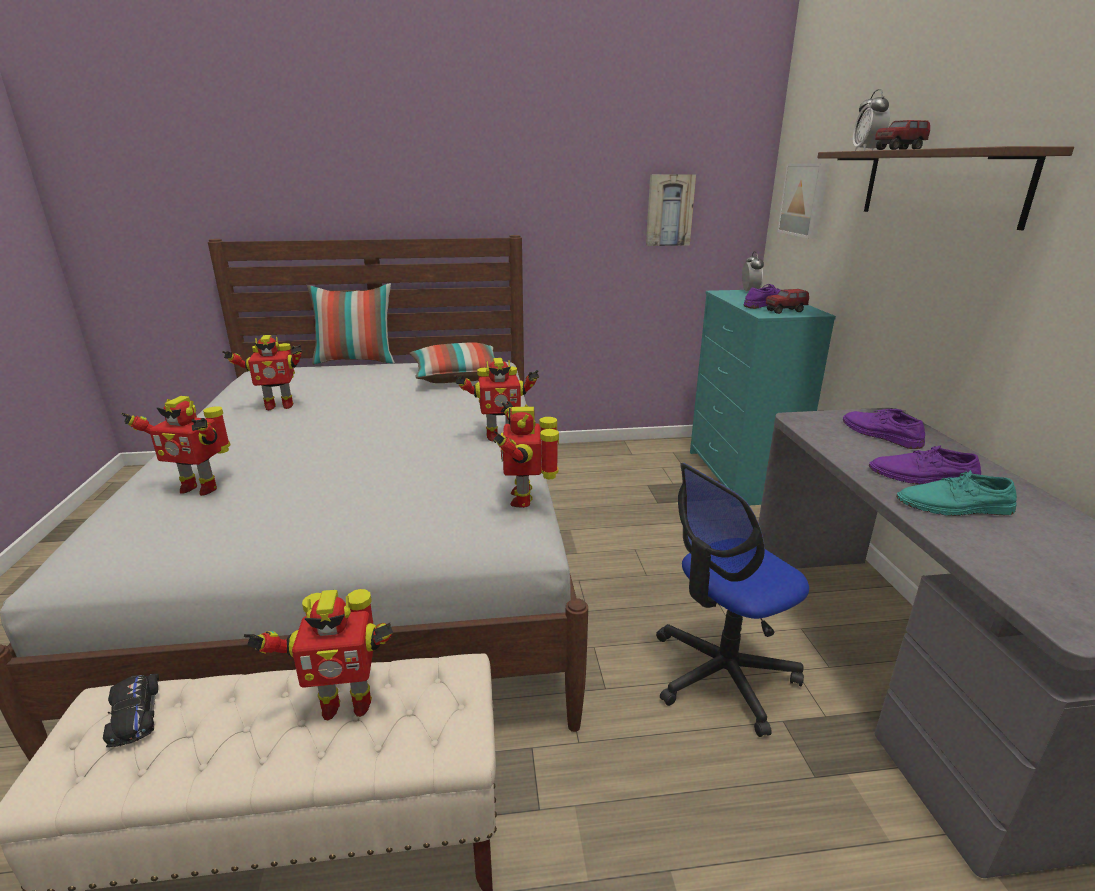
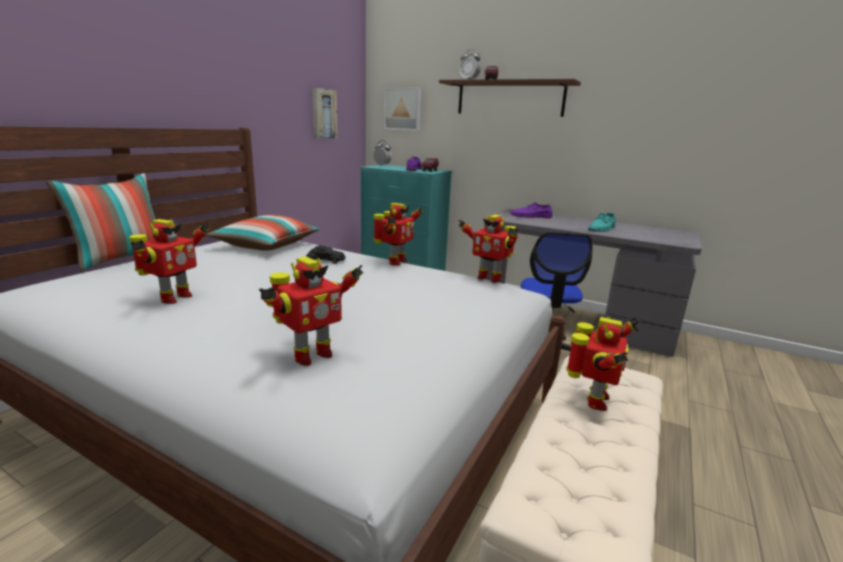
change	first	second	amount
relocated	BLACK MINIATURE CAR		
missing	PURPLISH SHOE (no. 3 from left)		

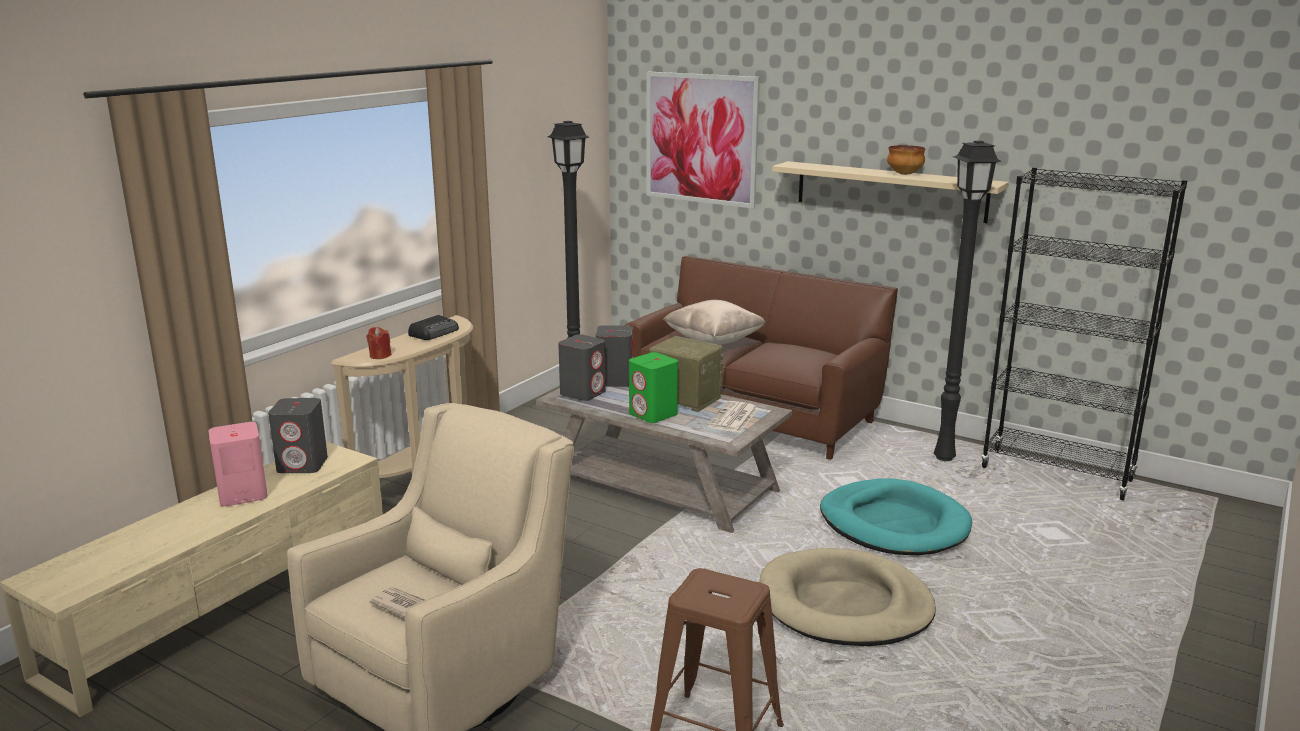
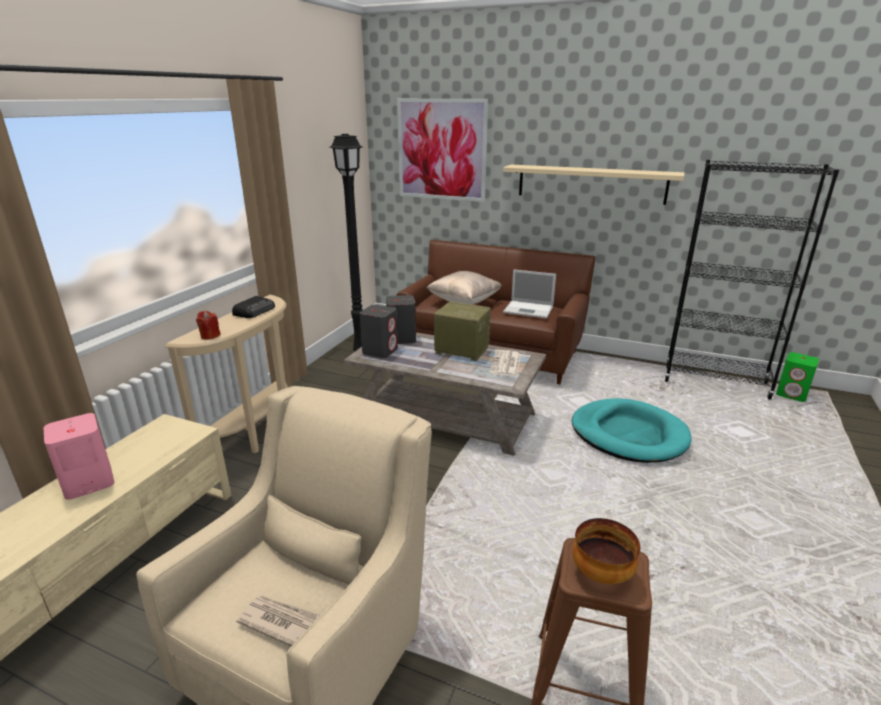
change	first	second	amount
appeared		LAPTOP	
relocated	BOWL		
relocated	GREENISH AUDIO SPEAKER		
missing	GRAY AUDIO SPEAKER (no. 1 from left)		
missing	BEIGE-COLOURED DOG CUSHION		
missing	BLACK STANDARD LAMP (no. 2 from left)		

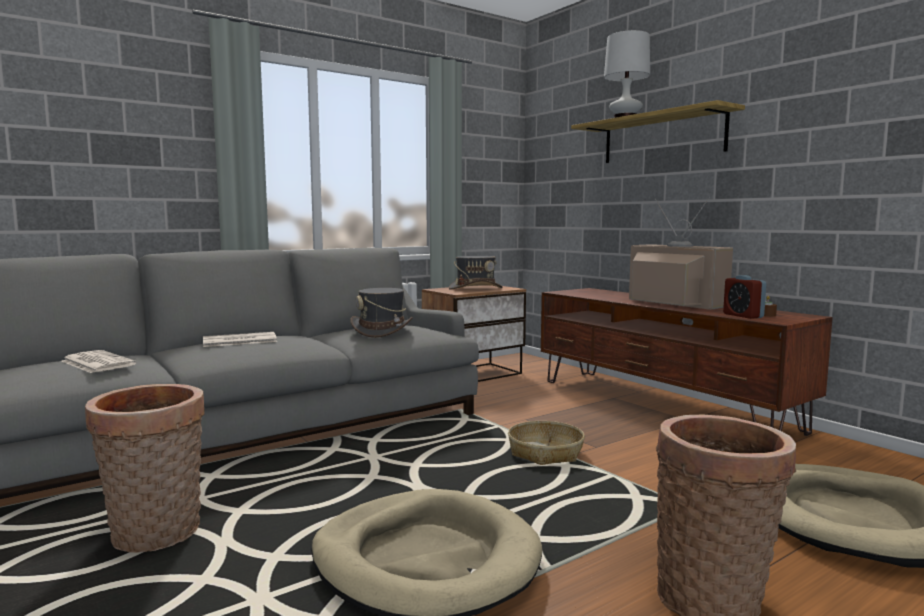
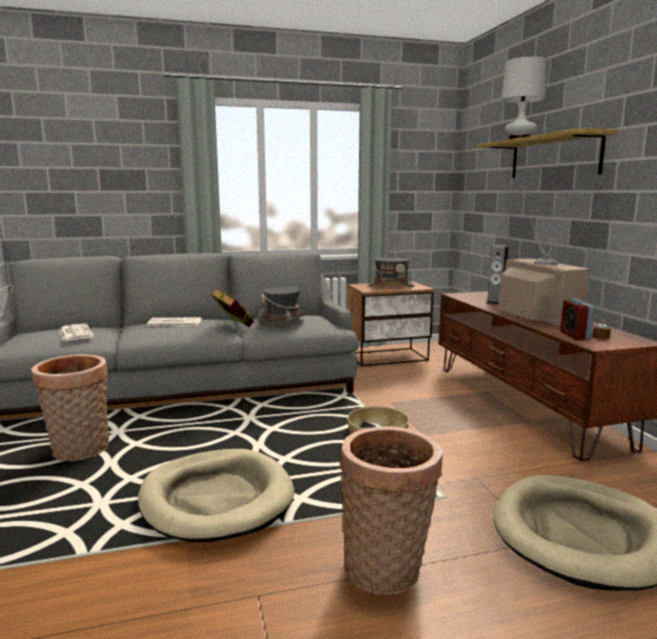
change	first	second	amount
appeared		BOOK	
appeared		AUDIO SPEAKER	

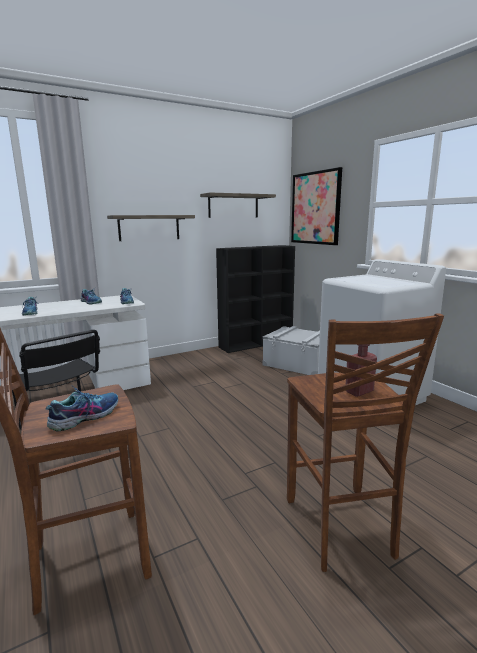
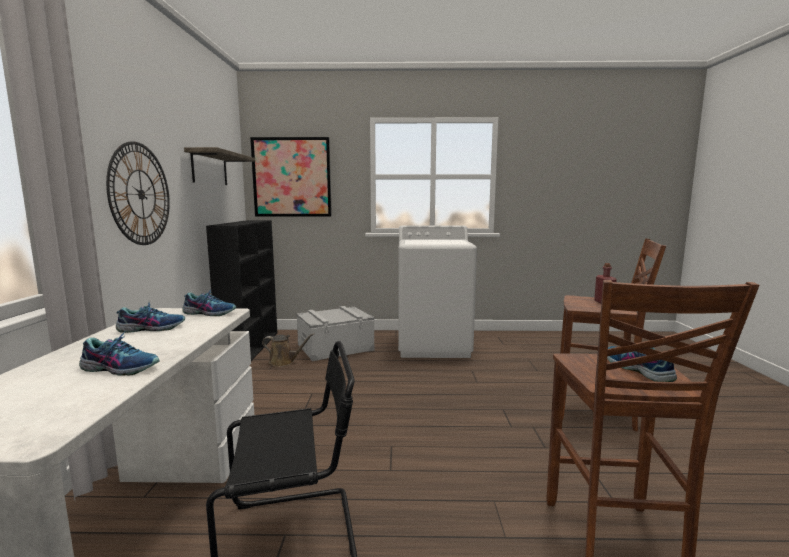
change	first	second	amount
exchanged	SHELF (no. 1 from left)	WALL CLOCK	
appeared		BROWNISH WATERING POT	

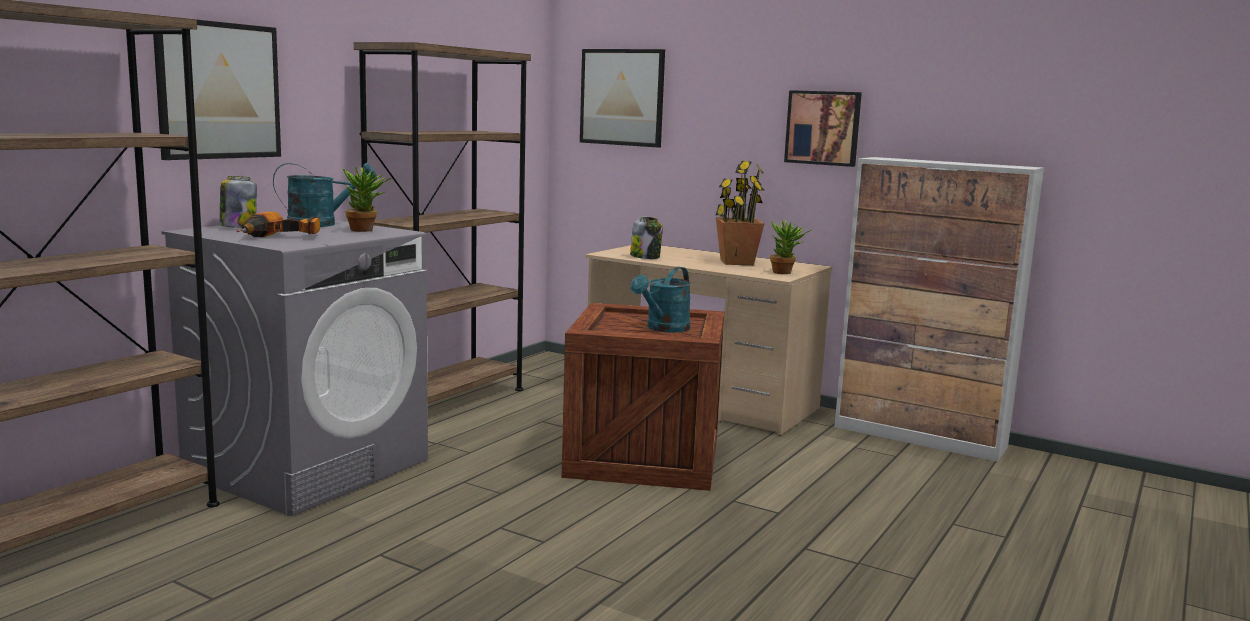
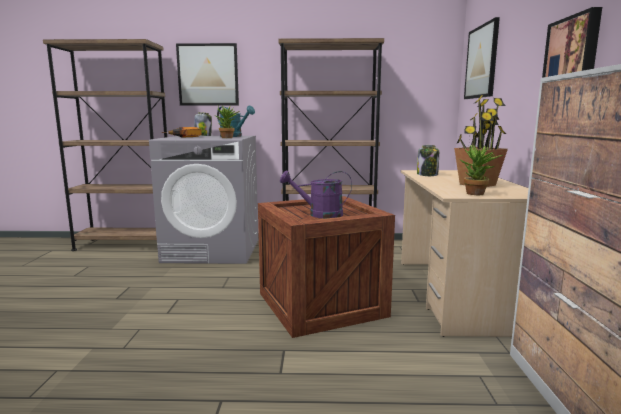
change	first	second	amount
colour	TURQUOISE WATERING POT (no. 2 from left)	PURPLISH WATERING POT	

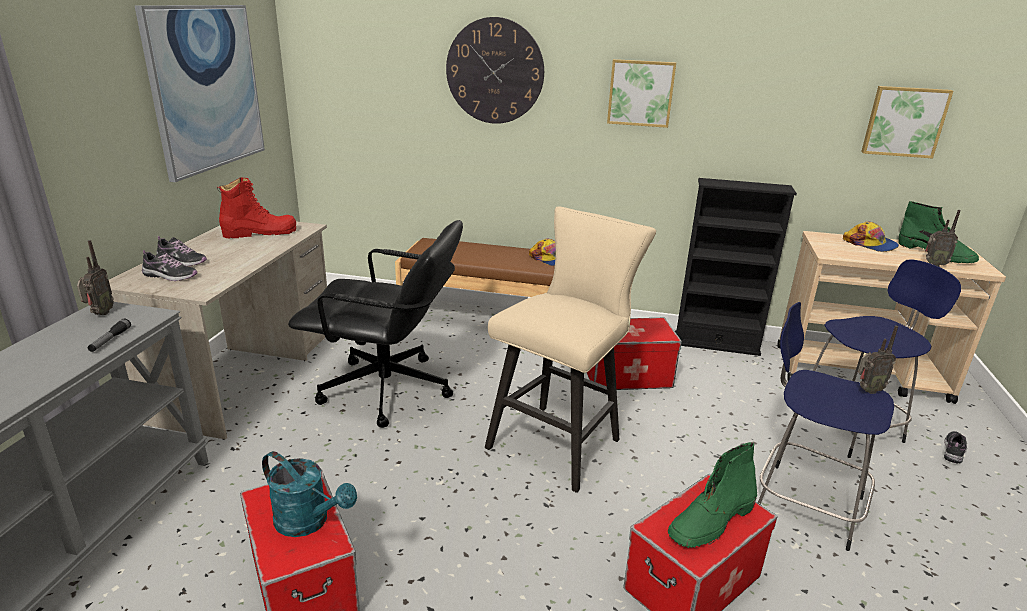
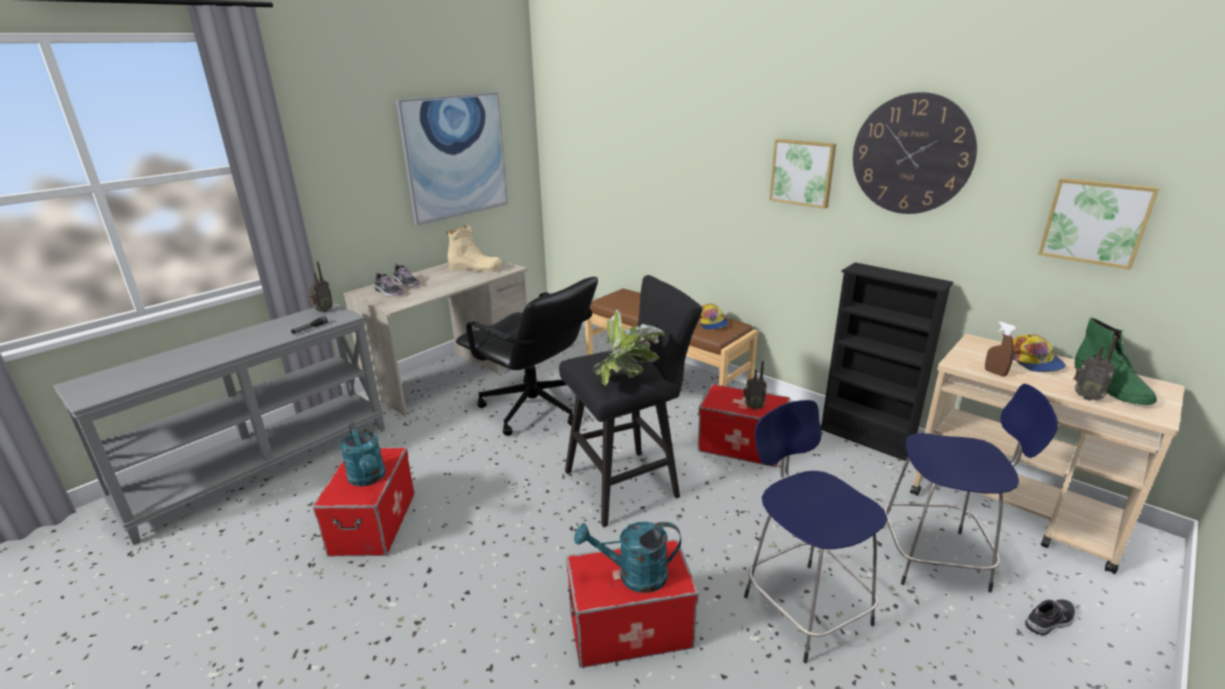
change	first	second	amount
colour	RED-COLOURED TALL BOOT	BEIGE-COLOURED TALL BOOT	
colour	BEIGE-COLOURED STOOL SEAT	BLACK STOOL SEAT	
exchanged	GREENISH TALL BOOT (no. 1 from left)	TURQUOISE WATERING POT (no. 2 from left)	
appeared		PLANT IN A POT	
relocated	RADIO (no. 2 from left)		
relocated	WALL CLOCK		
appeared		BROWNISH SPRAY BOTTLE	

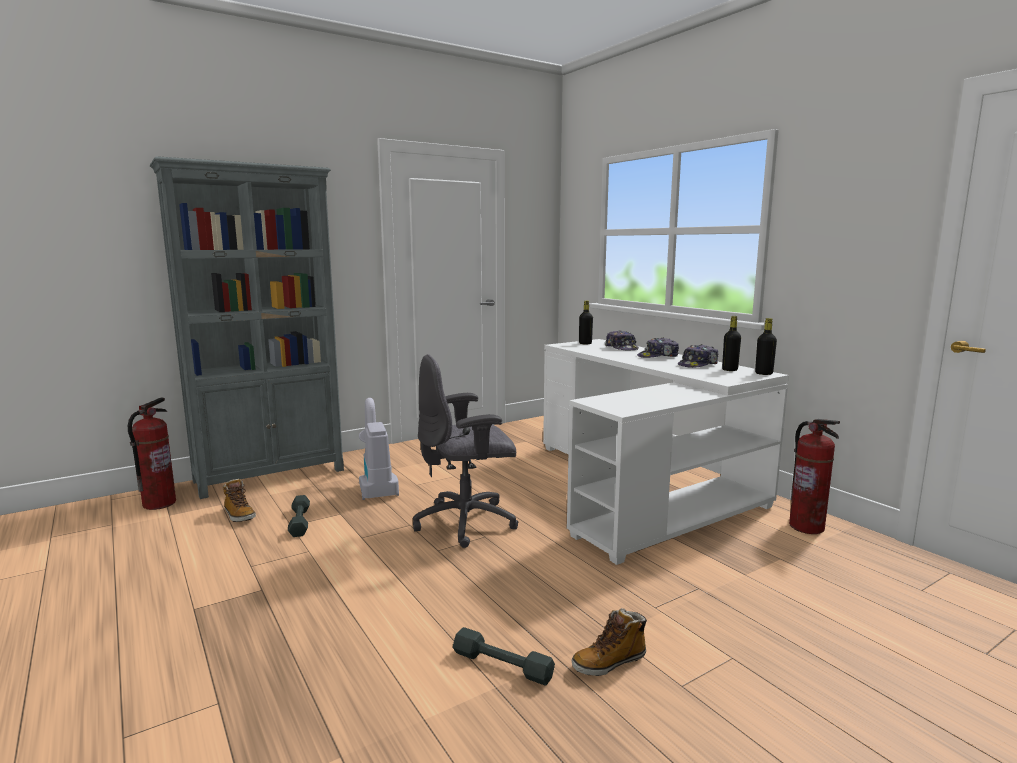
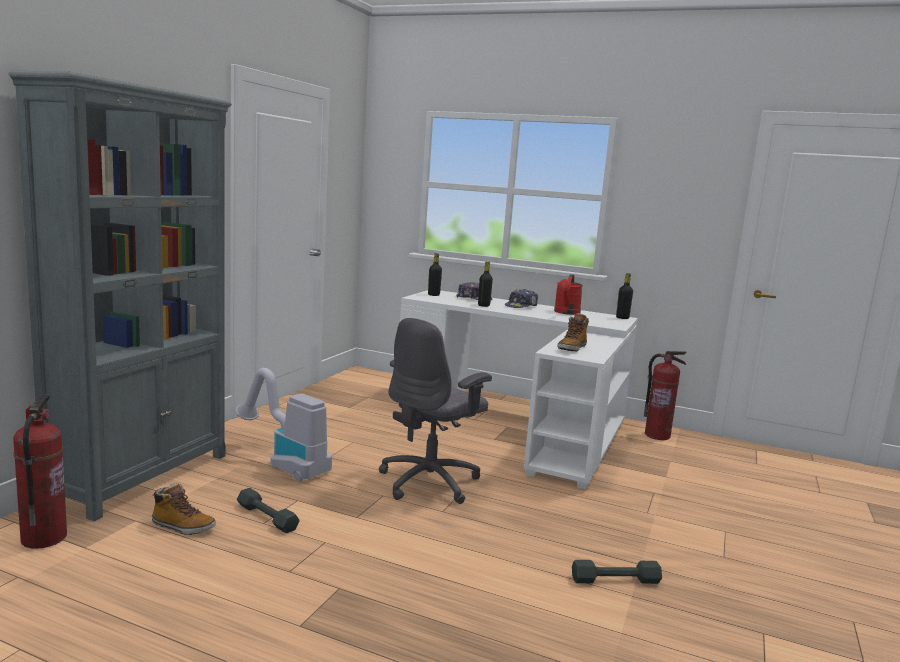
change	first	second	amount
relocated	BLACK BOTTLE (no. 2 from left)		
exchanged	BASEBALL CAP (no. 3 from left)	RED-COLOURED WATERING POT	
relocated	TALL BOOT (no. 2 from left)		

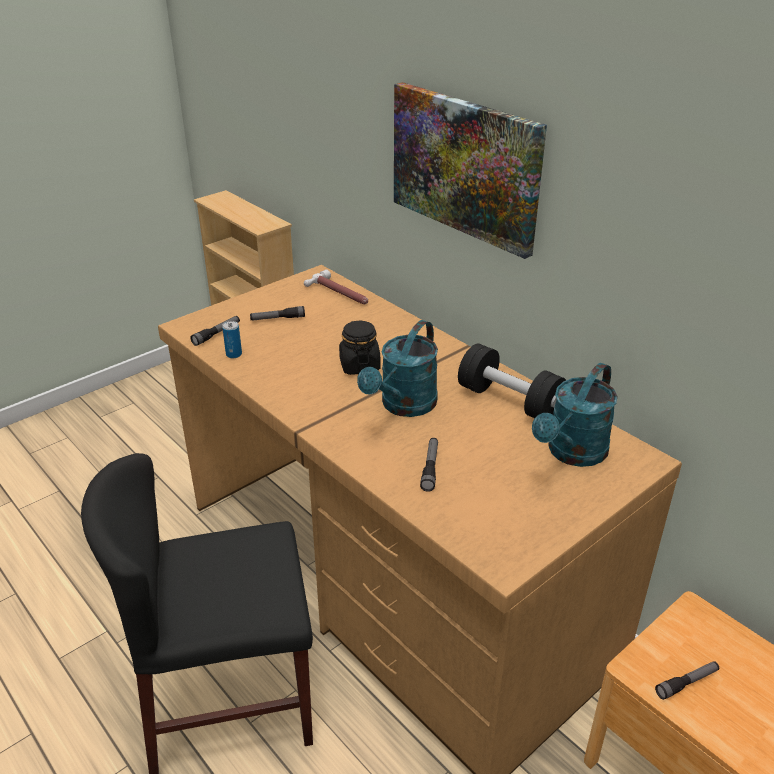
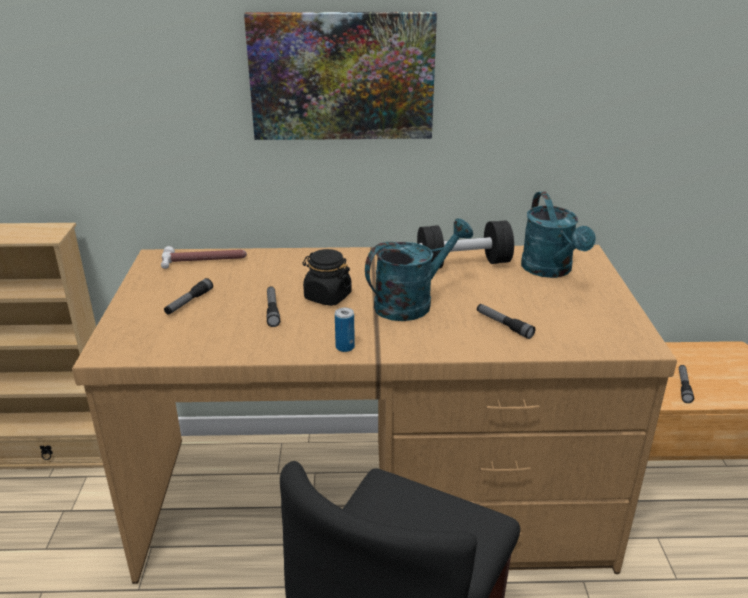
change	first	second	amount
relocated	FLASHLIGHT (no. 1 from left in the first image)	FLASHLIGHT (no. 2 from left)	
relocated	SEALED CAN		
spun	TURQUOISE WATERING POT (no. 1 from left)		105 degrees counterclockwise

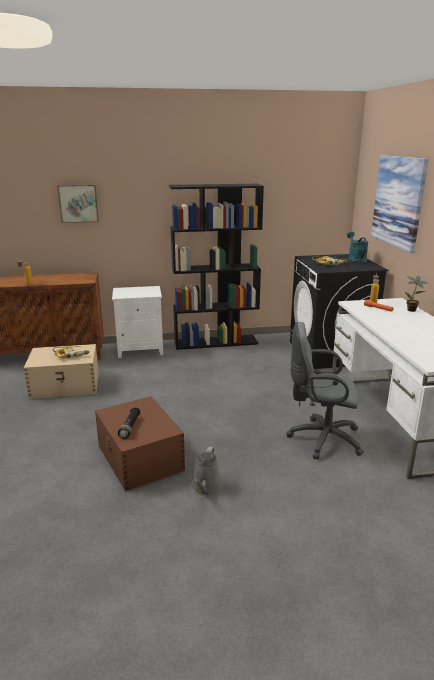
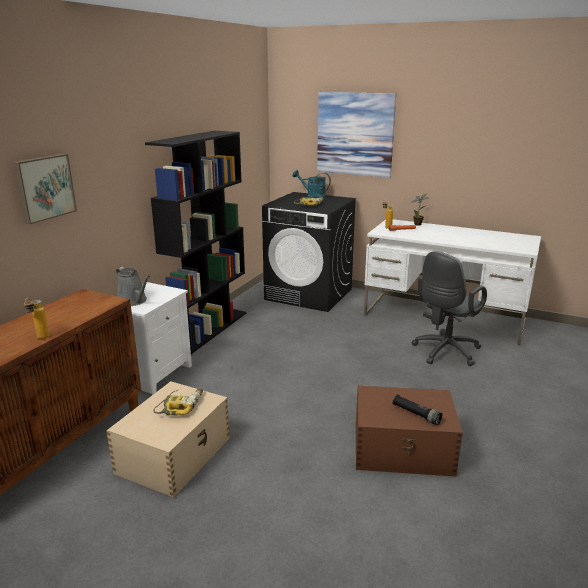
change	first	second	amount
relocated	GRAY WATERING POT		

